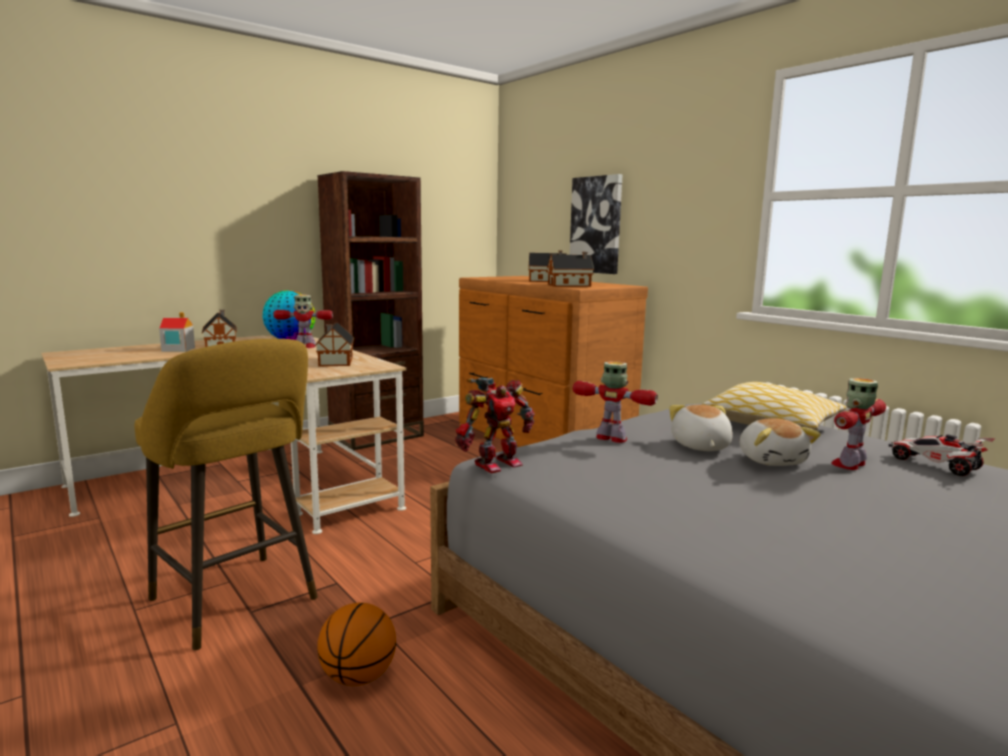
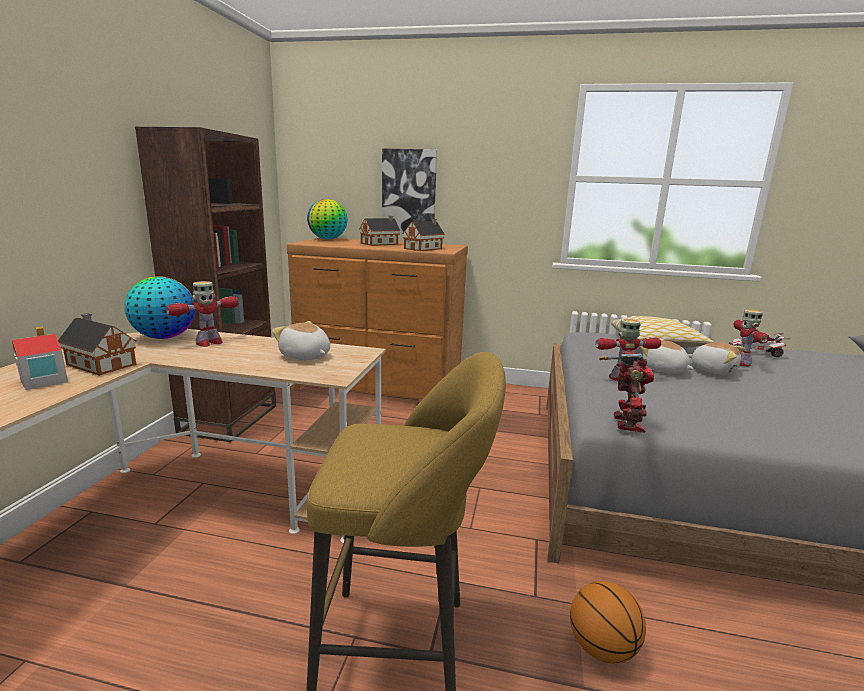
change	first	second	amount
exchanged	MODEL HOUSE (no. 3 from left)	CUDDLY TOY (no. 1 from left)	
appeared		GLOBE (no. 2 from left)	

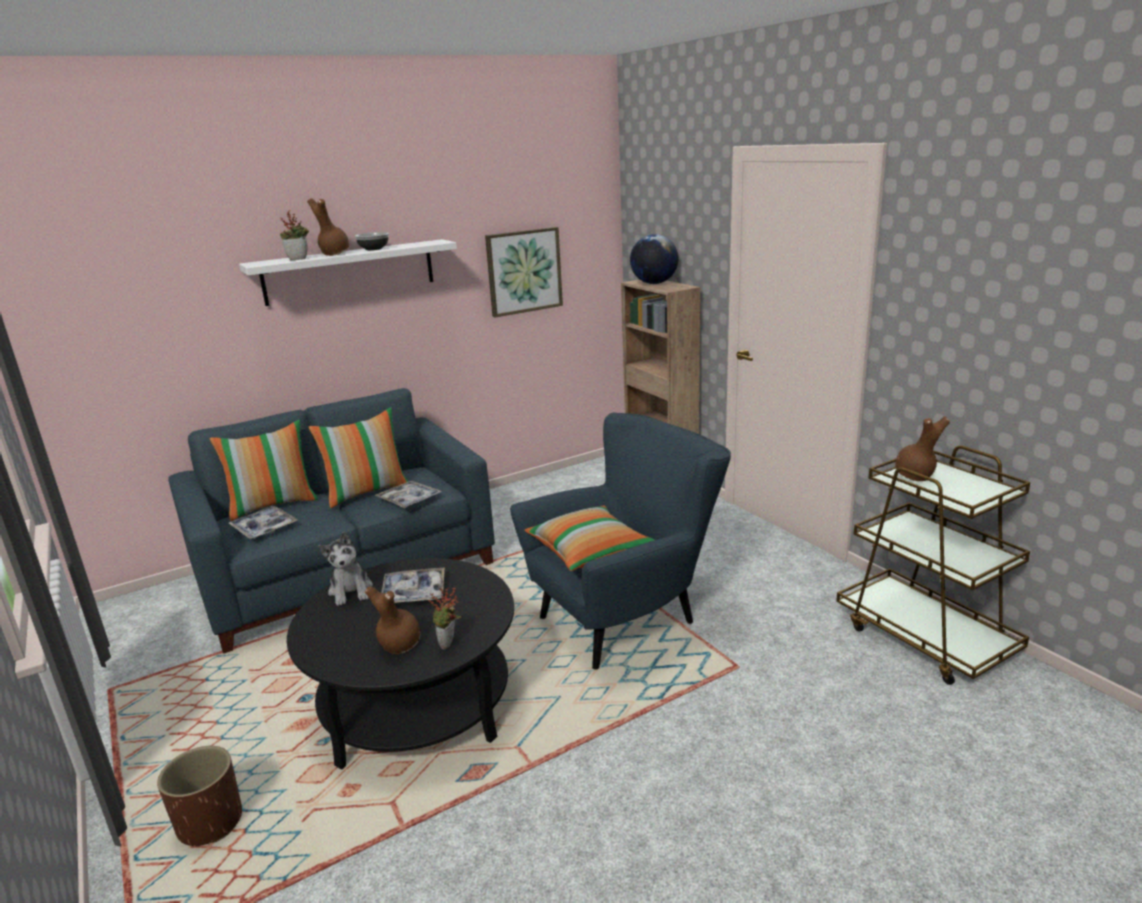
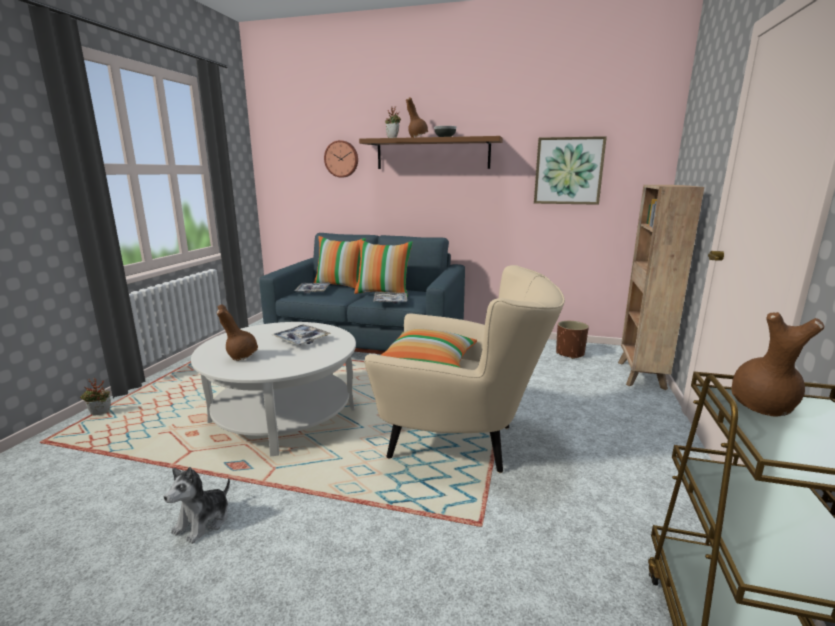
change	first	second	amount
relocated	PLANT IN A POT (no. 2 from left in the first image)	PLANT IN A POT (no. 1 from left)	
relocated	CUDDLY TOY		
colour	BLACK LOUNGE TABLE	WHITE-COLOURED LOUNGE TABLE	
appeared		WALL CLOCK	
colour	WHITE-COLOURED SHELF	BROWNISH SHELF	
colour	BLUE-COLOURED LOUNGE CHAIR	BEIGE-COLOURED LOUNGE CHAIR	
relocated	BROWNISH PLANTER		
missing	GLOBE		

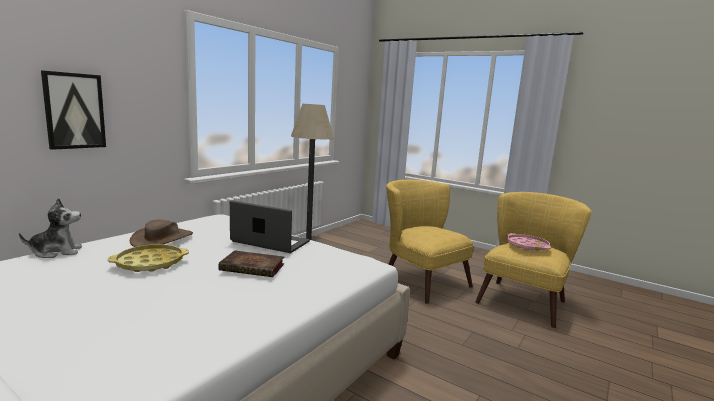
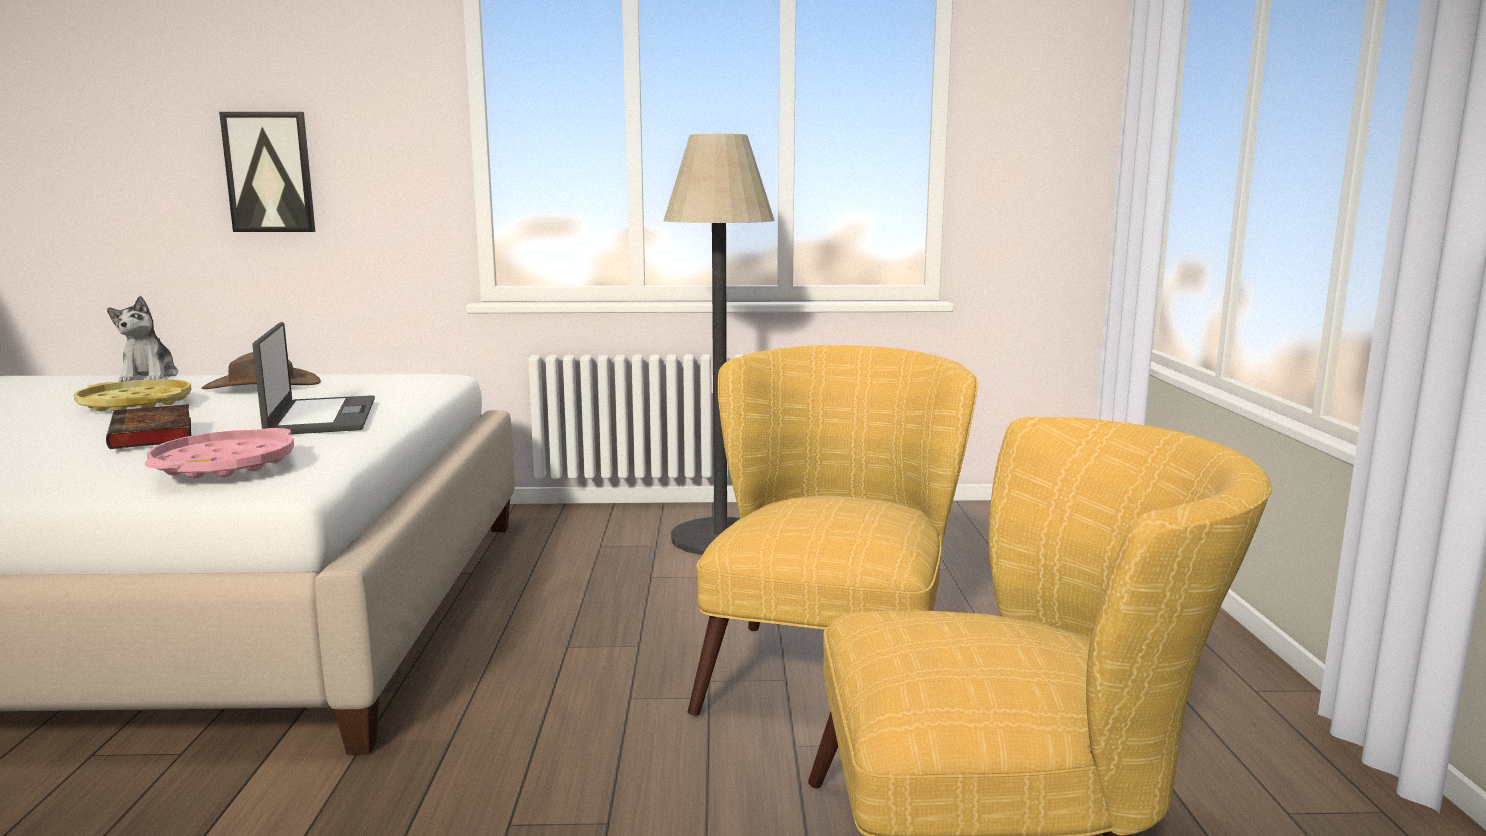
change	first	second	amount
spun	CUDDLY TOY		45 degrees clockwise
relocated	PINK-COLOURED CARRYING TRAY		

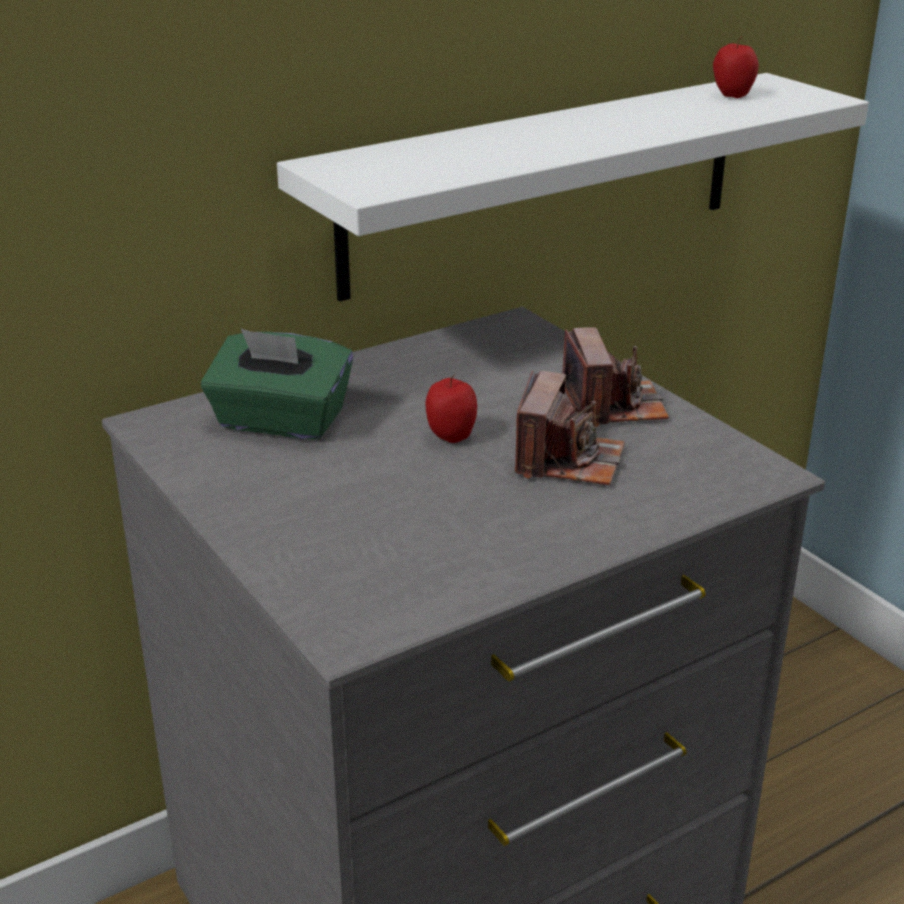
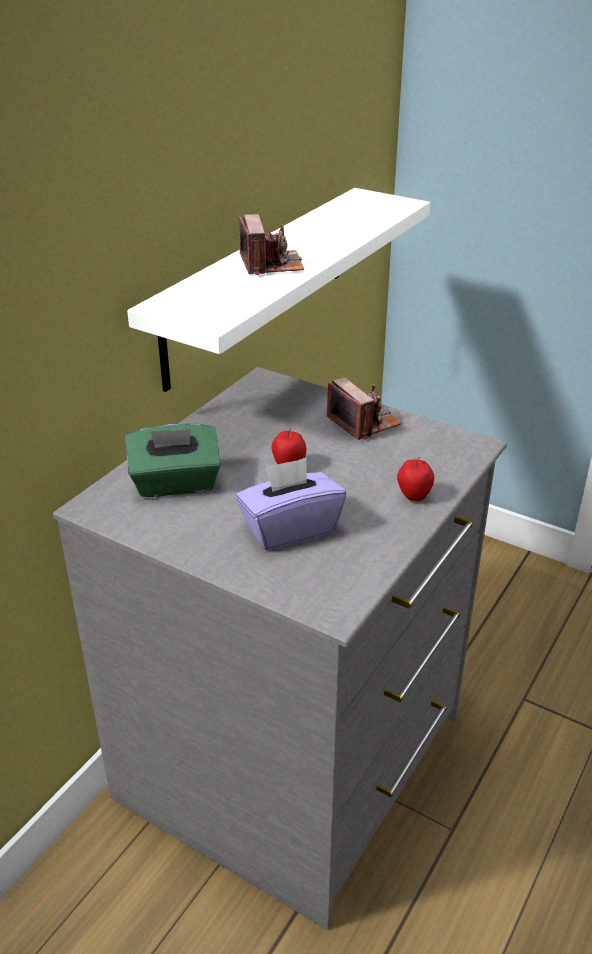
change	first	second	amount
appeared		PURPLISH TISSUE BOX	
relocated	STILL CAMERA (no. 1 from left)		
relocated	WHOLE APPLE (no. 2 from left)		

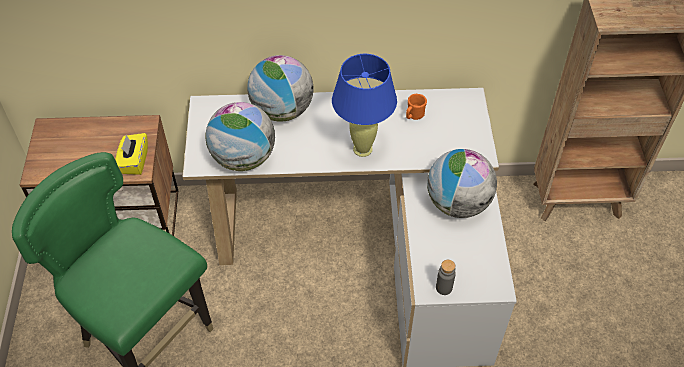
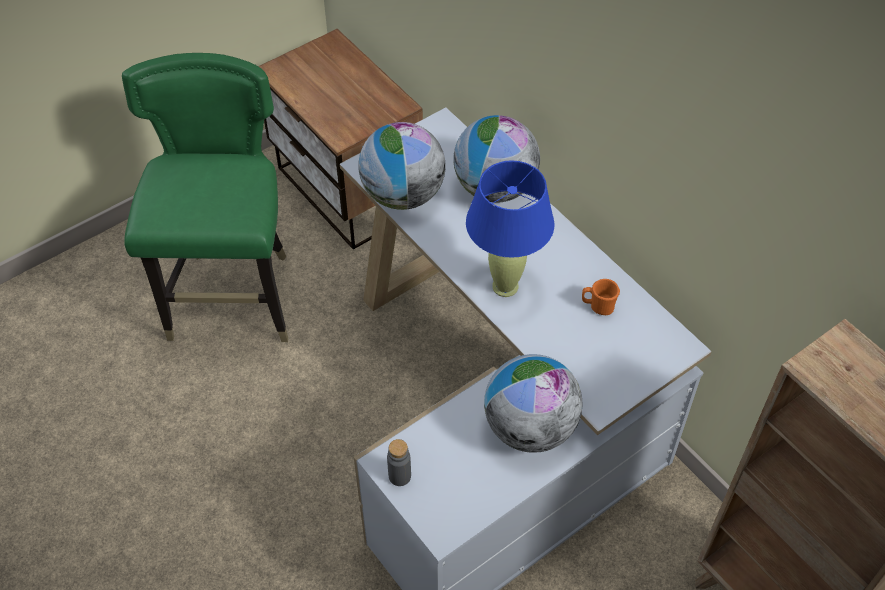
change	first	second	amount
missing	YELLOW TISSUE BOX		

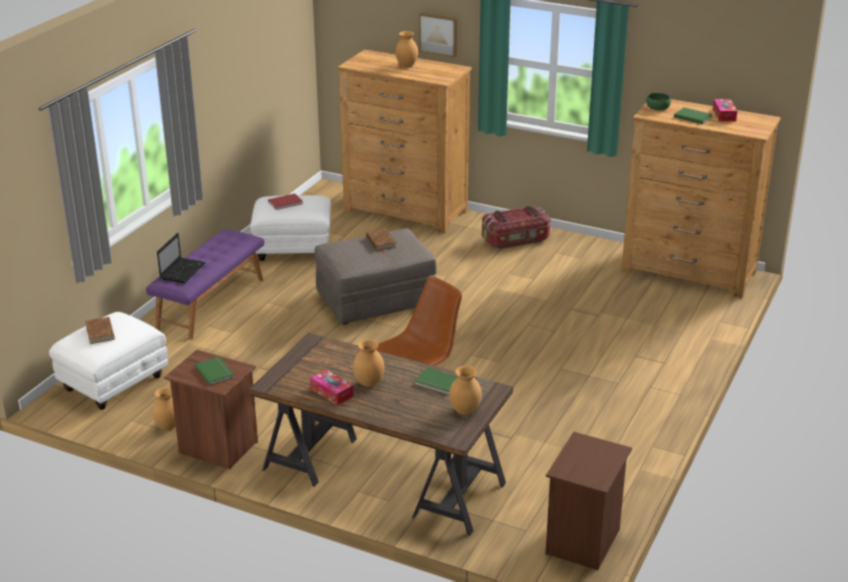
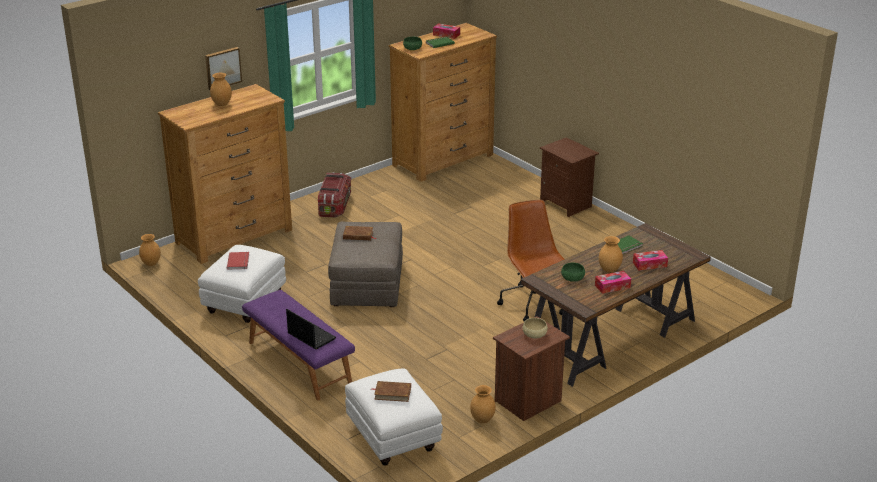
change	first	second	amount
relocated	BROWNISH DECORATIVE VASE (no. 4 from left in the first image)	BROWNISH DECORATIVE VASE (no. 1 from left)	
exchanged	GREENISH BOOK (no. 1 from left)	BEIGE-COLOURED BOWL	
relocated	BROWNISH NIGHTSTAND (no. 2 from left)		
appeared		GREENISH BOWL (no. 2 from left)	
appeared		TISSUE BOX (no. 3 from left)	

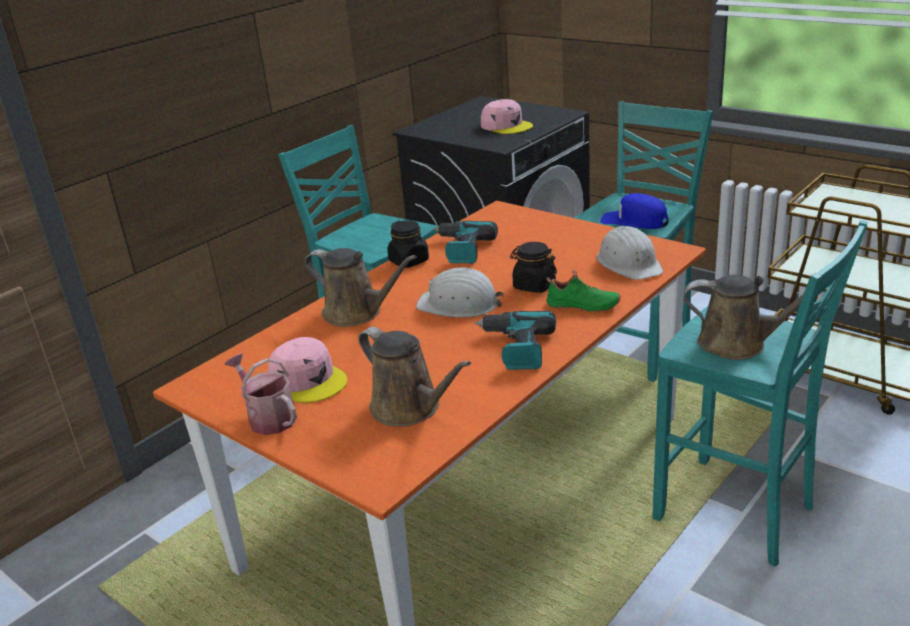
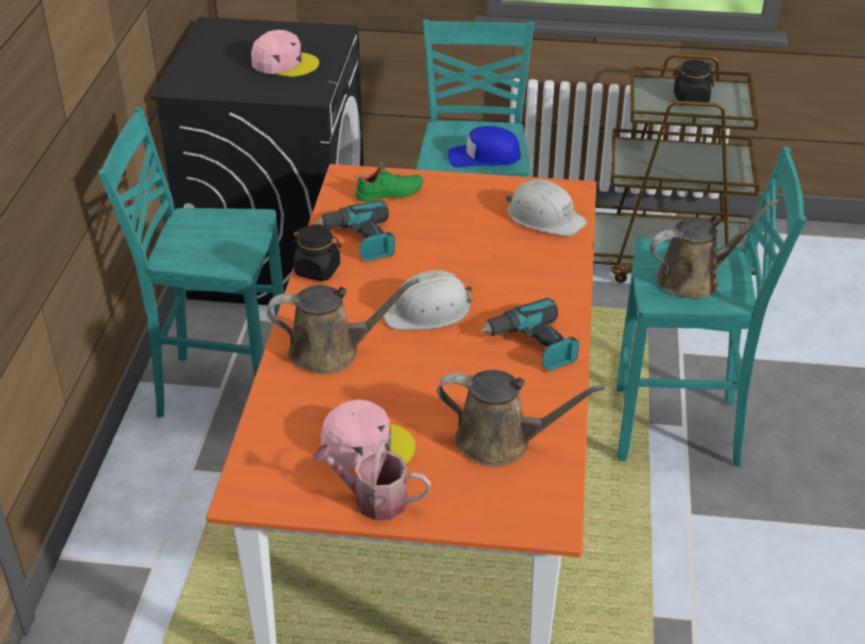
change	first	second	amount
relocated	GREENISH SHOE		
relocated	BLACK PRESERVE JAR (no. 2 from left)		

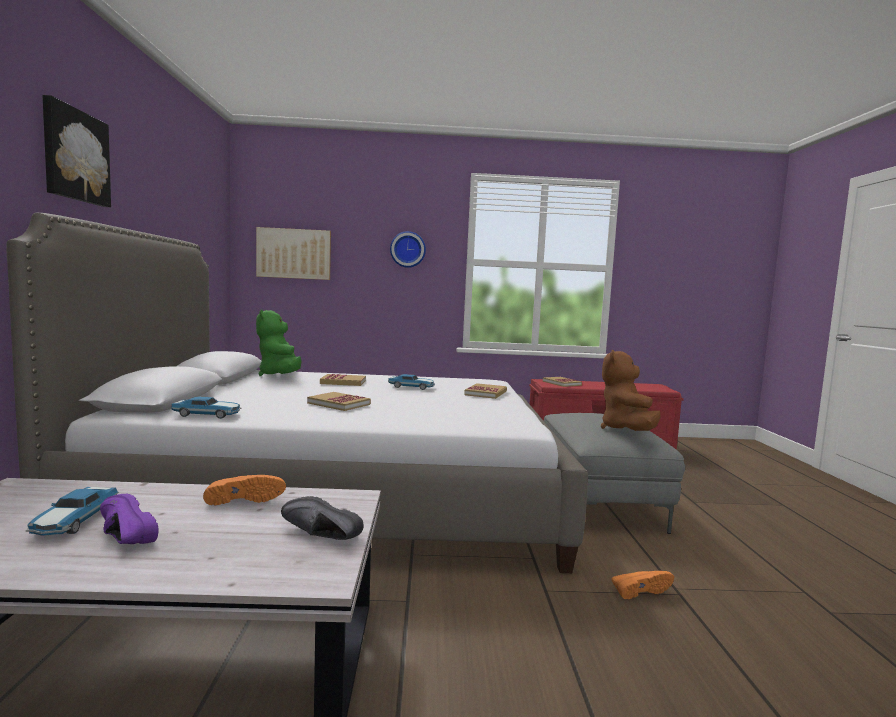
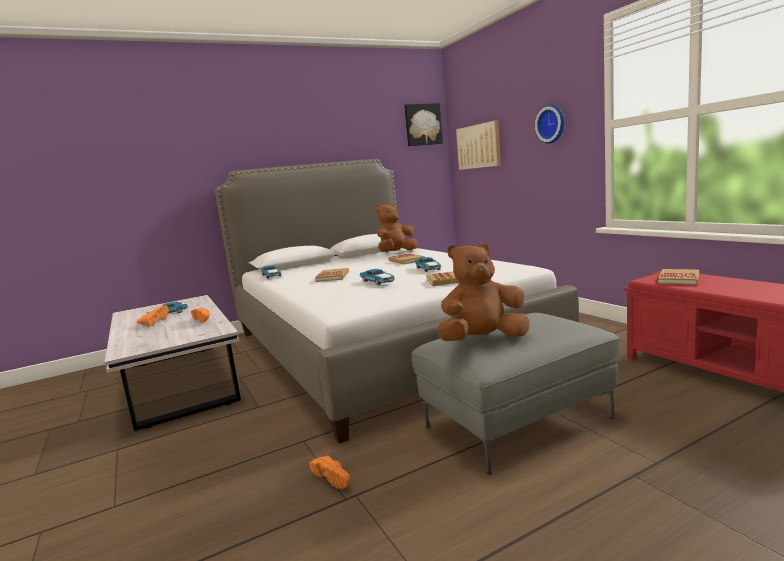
change	first	second	amount
colour	PURPLISH SHOE	ORANGE-COLOURED SHOE (no. 1 from left)	
appeared		MINIATURE CAR (no. 3 from left)	
colour	GREENISH CUDDLY TOY	BROWNISH CUDDLY TOY (no. 1 from left)	
relocated	WALL ART (no. 1 from left)		
missing	BLACK SHOE		

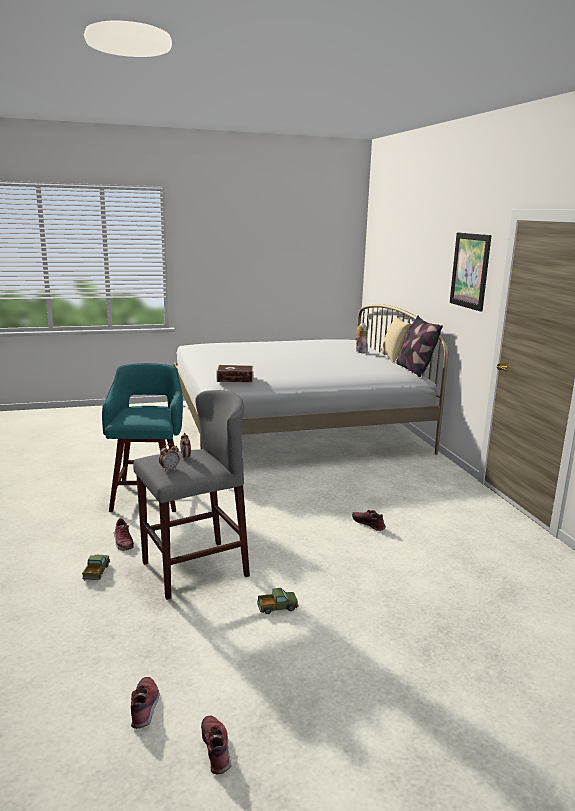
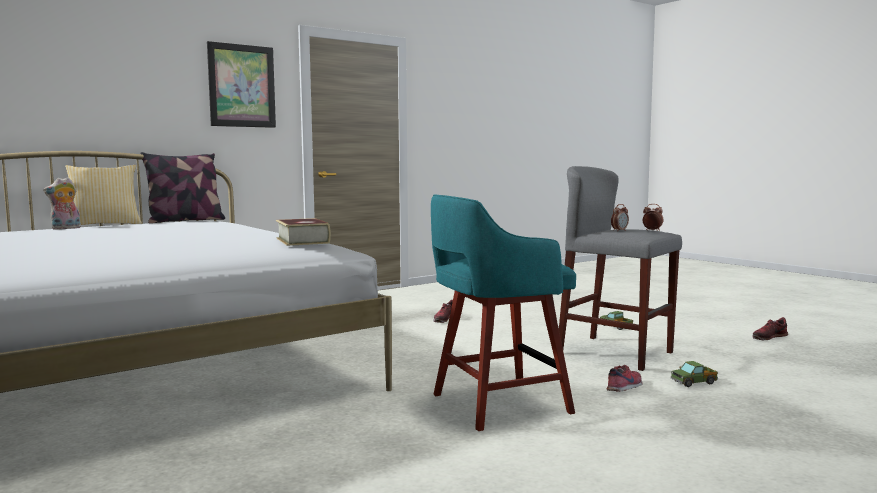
change	first	second	amount
missing	SHOE (no. 3 from left)		

